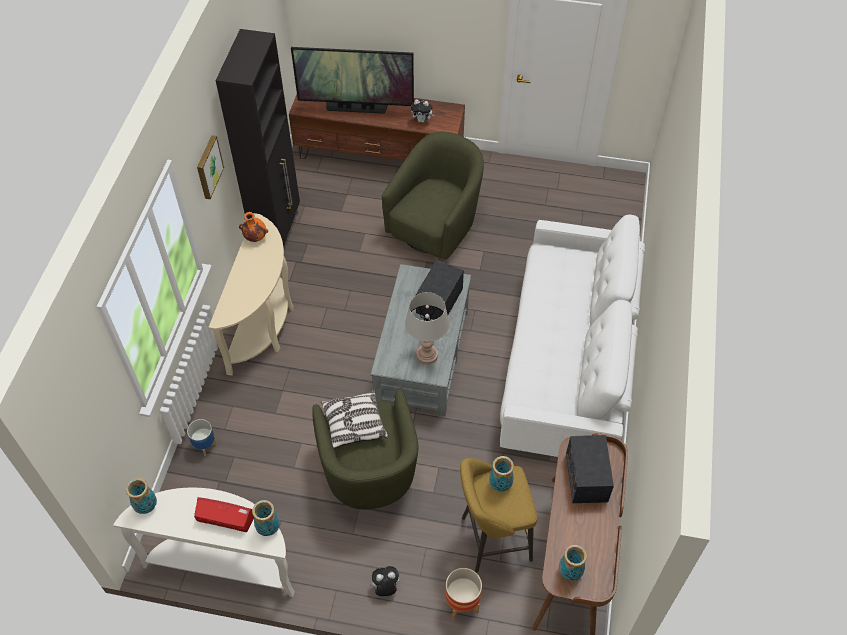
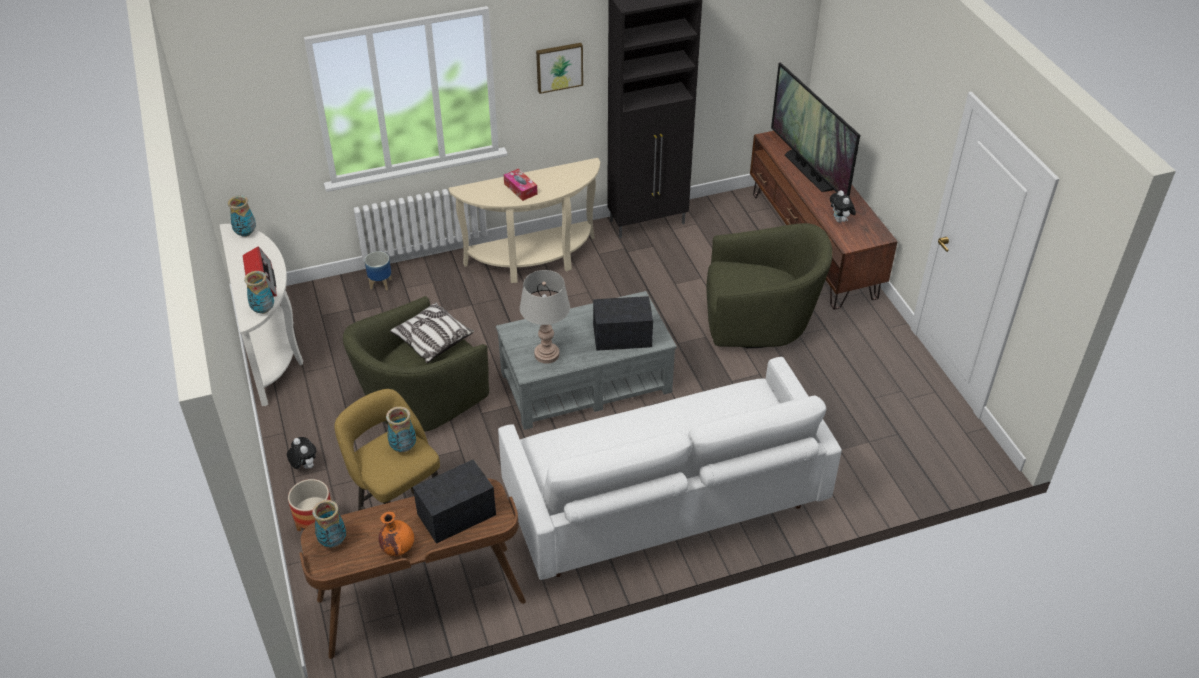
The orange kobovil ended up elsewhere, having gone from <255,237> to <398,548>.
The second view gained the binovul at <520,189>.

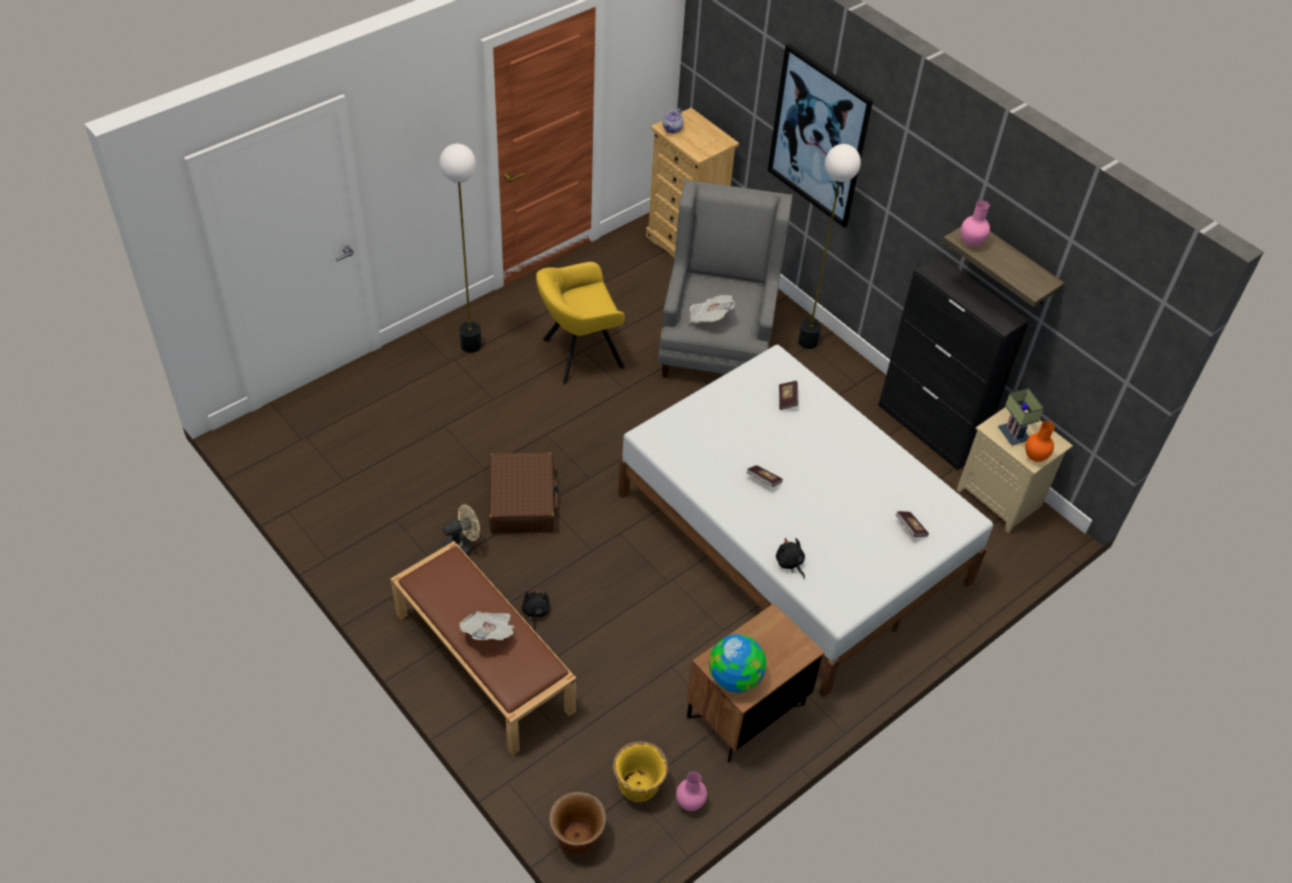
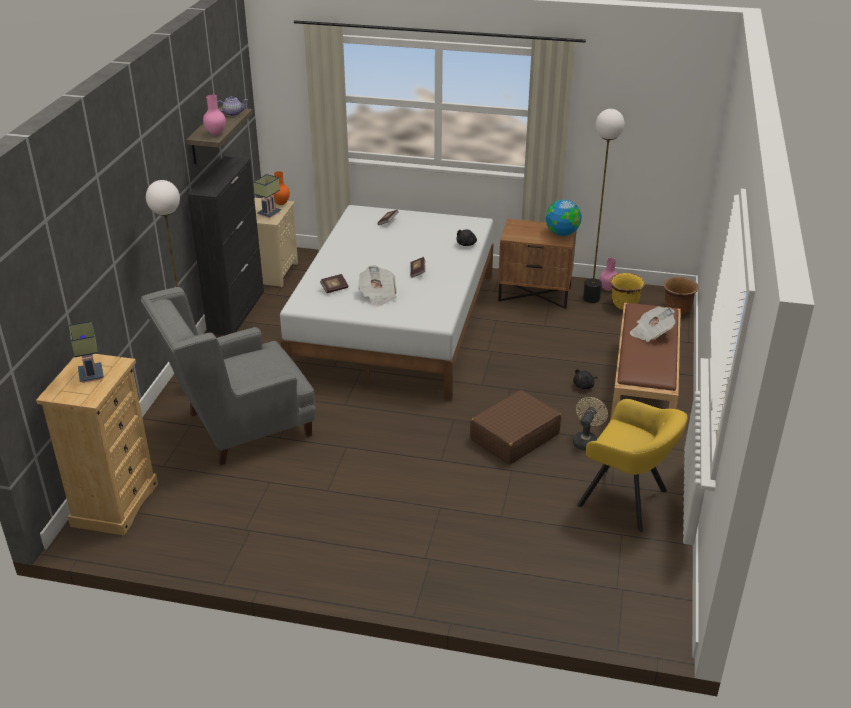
The second view lost the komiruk at <818,136>.
The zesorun ended up elsewhere, having gone from <672,129> to <233,114>.
The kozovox ended up elsewhere, having gone from <471,345> to <591,298>.
The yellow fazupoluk ended up elsewhere, having gone from <579,354> to <626,500>.
The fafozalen ended up elsewhere, having gone from <709,317> to <378,295>.
The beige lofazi at <462,547> ended up facing another way, 90 degrees clockwise from before.
The second view gained the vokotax at <92,375>.

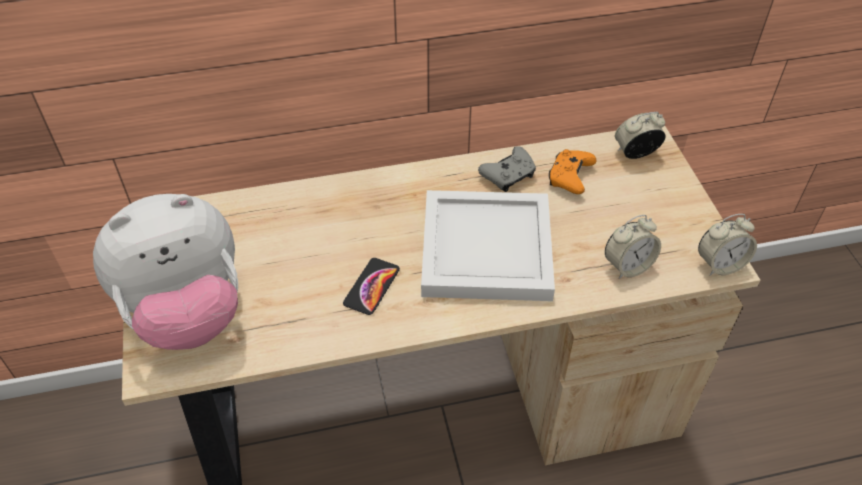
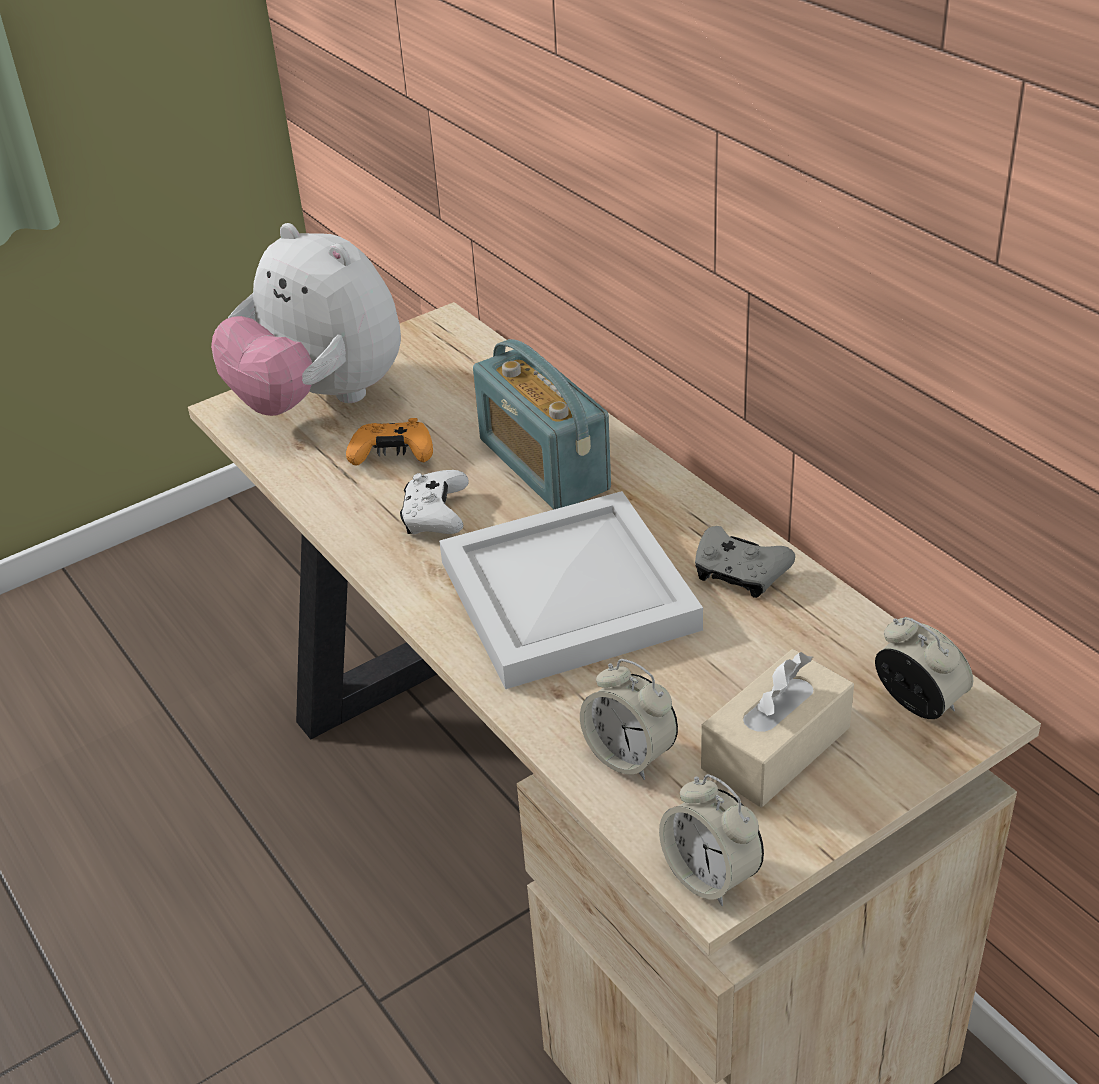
The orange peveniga ended up elsewhere, having gone from <569,178> to <393,455>.
Where the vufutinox stood at <372,286>, the white peveniga came to stand at <435,516>.
The second view gained the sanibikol at <543,464>.
The second view gained the beige binovul at <776,748>.

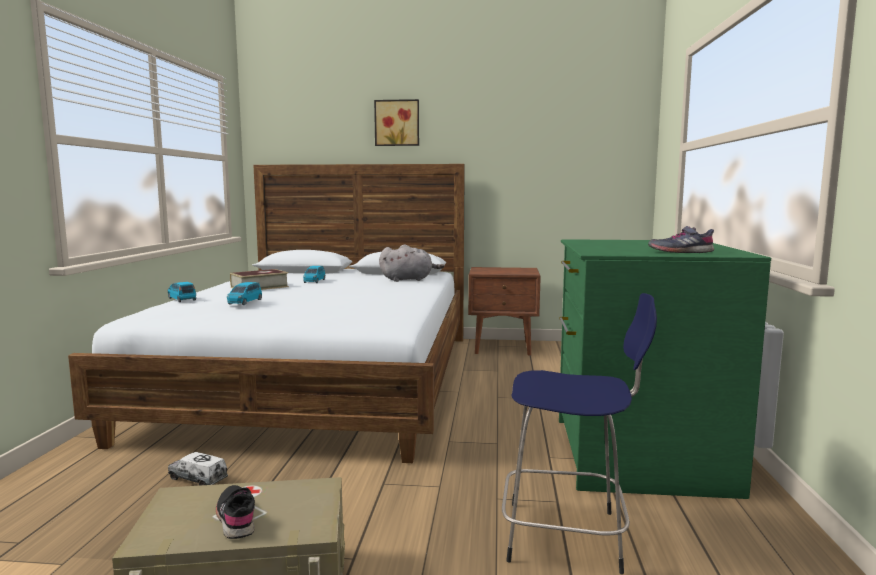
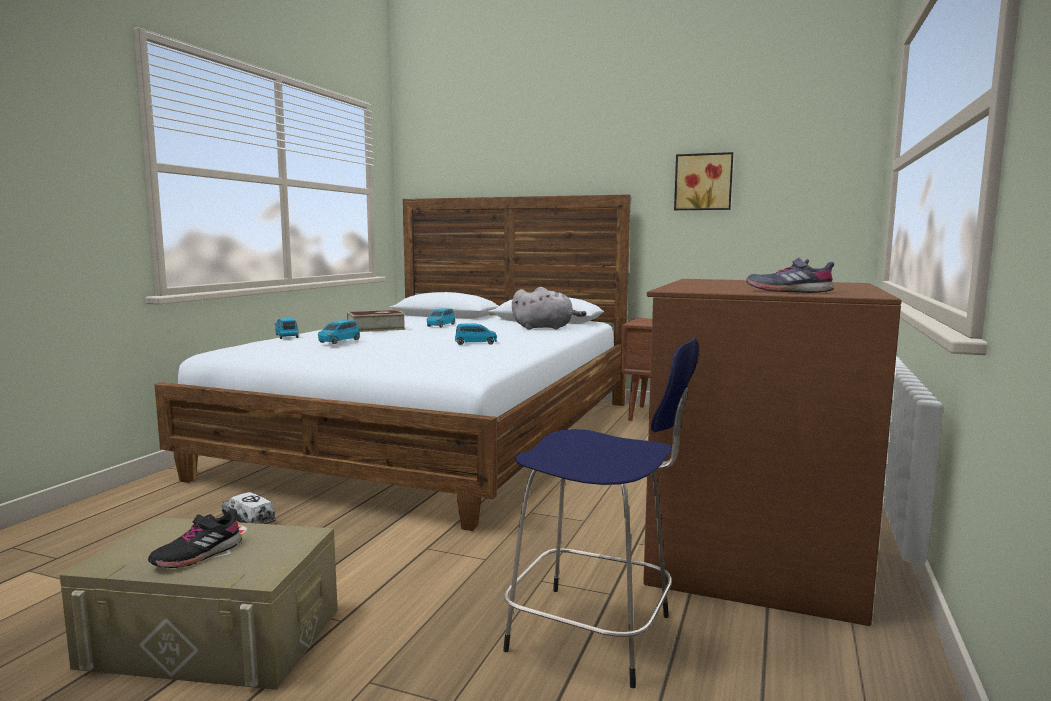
The komiruk ended up elsewhere, having gone from <397,123> to <703,182>.
What was the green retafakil at <636,454> turned into the brown retafakil at <751,553>.
The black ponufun at <236,518> ended up facing another way, 135 degrees counterclockwise from before.
The second view gained the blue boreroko at <476,343>.

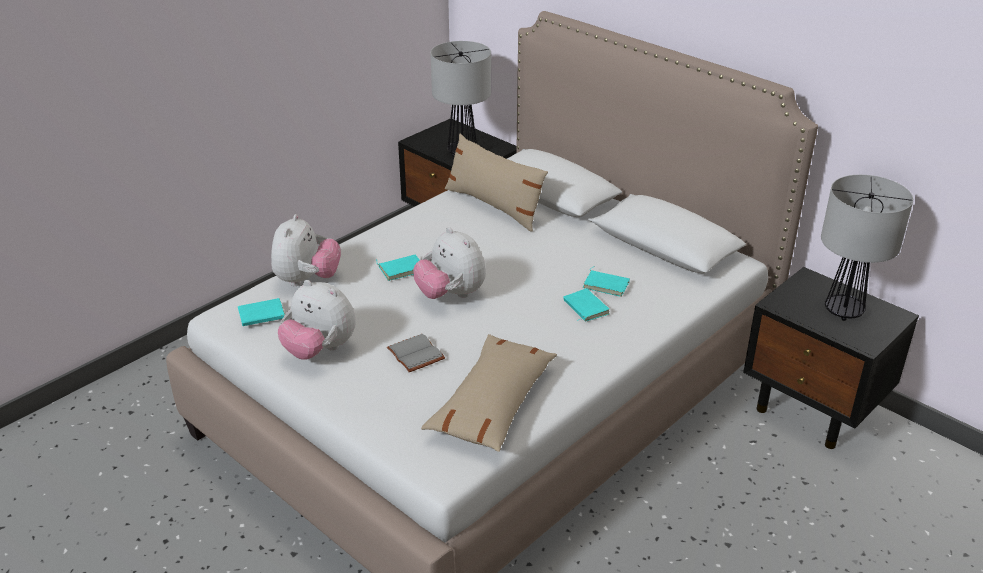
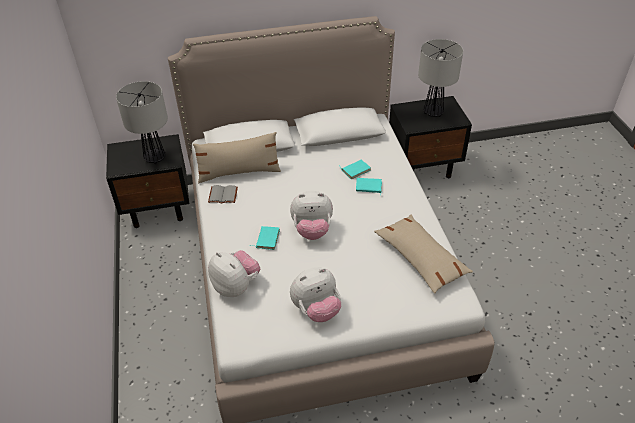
The second view lost the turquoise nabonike at <262,316>.
The grey nabonike ended up elsewhere, having gone from <417,354> to <223,194>.

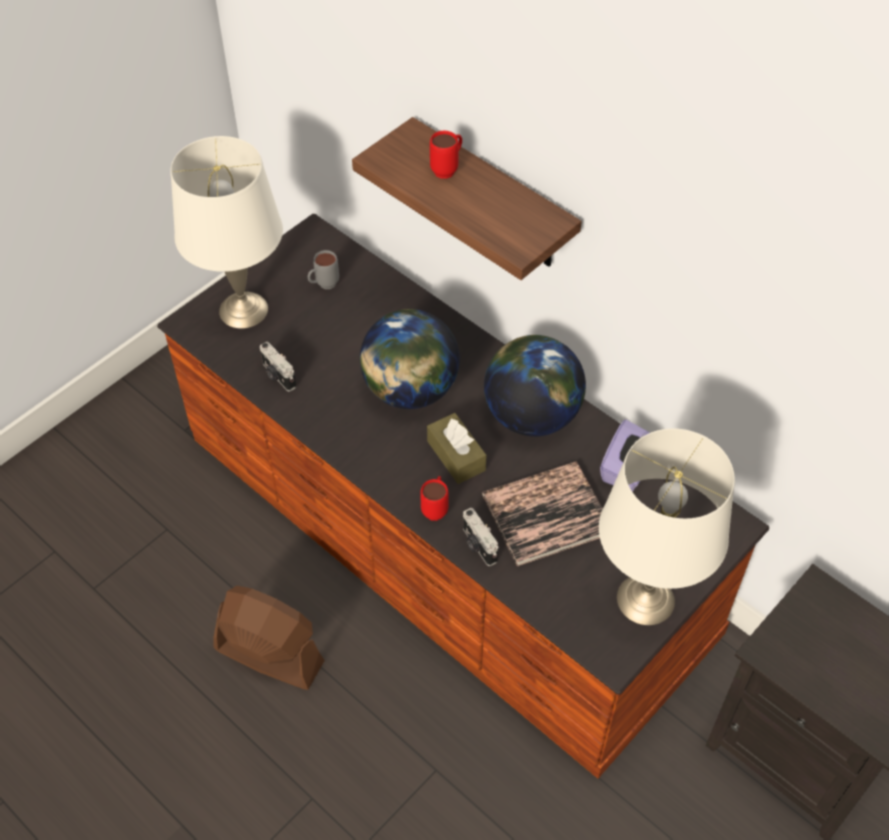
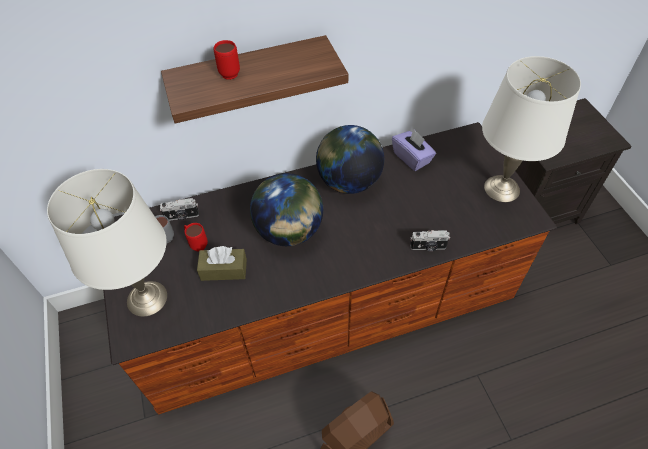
The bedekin ended up elsewhere, having gone from <278,376> to <182,216>.
The brown binovul ended up elsewhere, having gone from <456,455> to <224,270>.
The second view lost the nabonike at <547,514>.
The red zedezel ended up elsewhere, having gone from <436,508> to <197,244>.

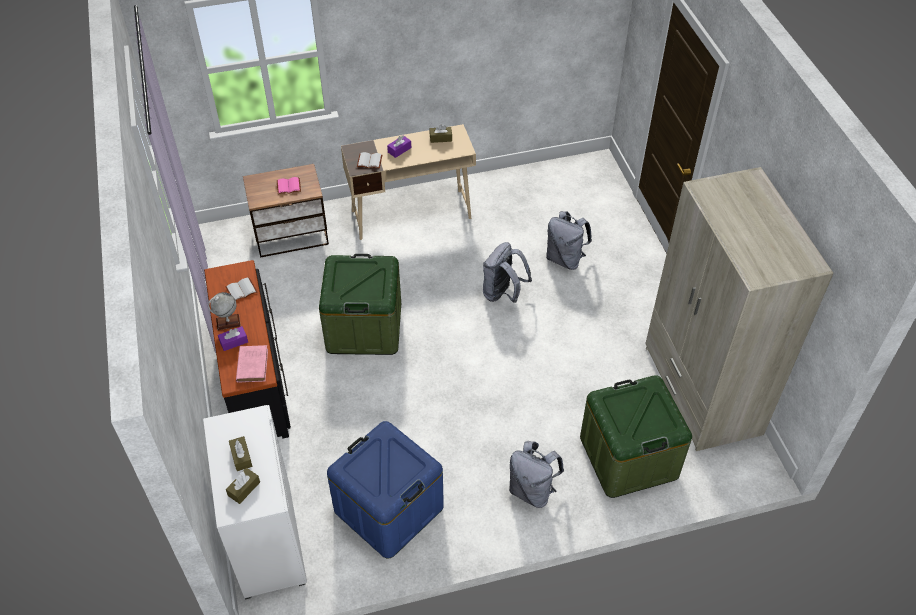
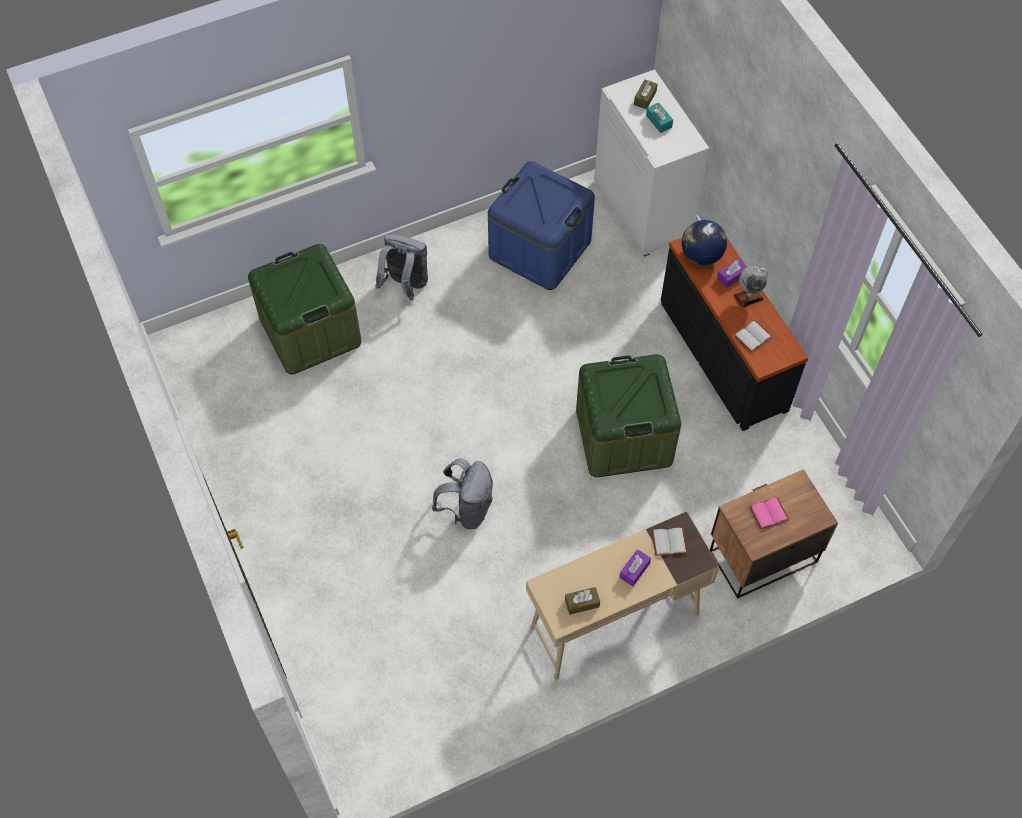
The second view lost the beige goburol at <701,391>.
The second view lost the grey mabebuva at <565,259>.
Where the pink nabonike stood at <252,364>, the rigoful came to stand at <701,256>.
What was the brown binovul at <241,457> turned into the turquoise binovul at <659,121>.

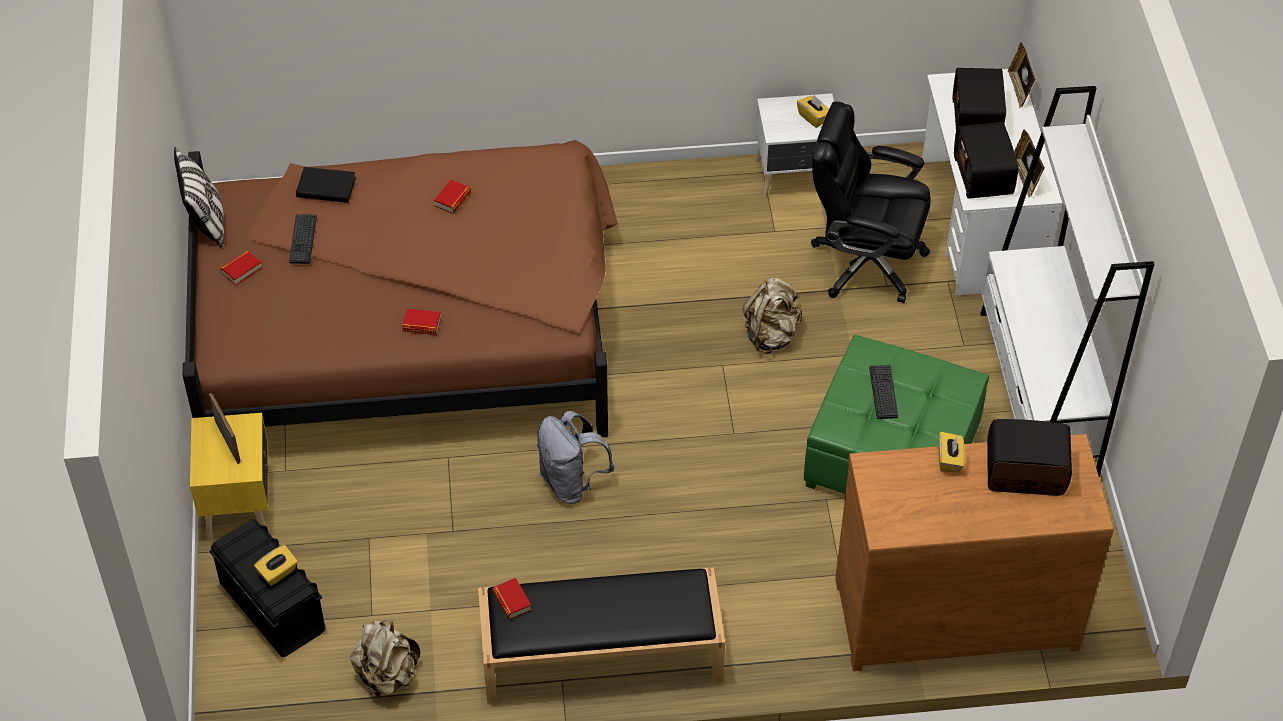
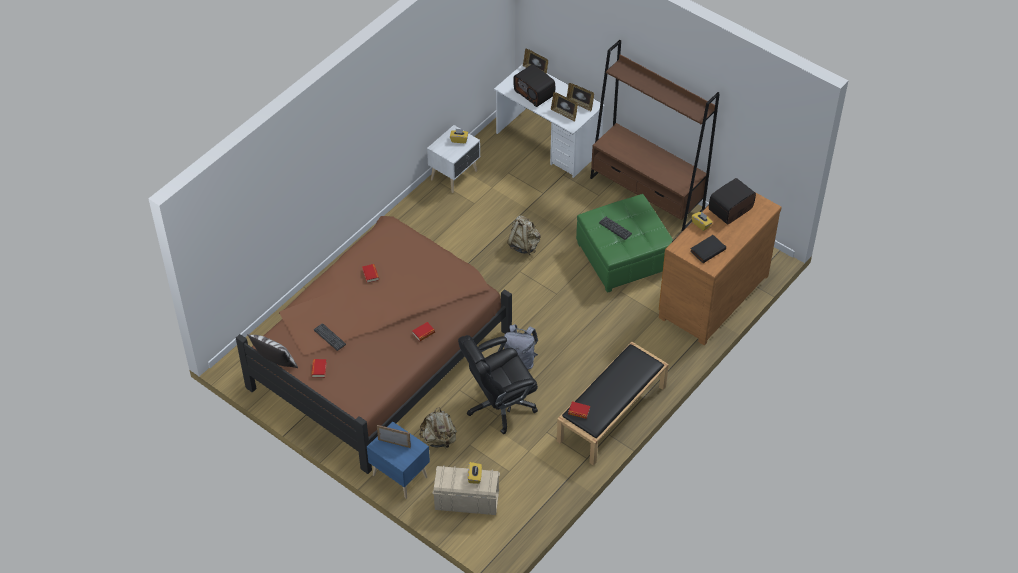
What was the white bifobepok at <1037,395> turned into the brown bifobepok at <647,194>.
The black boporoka ended up elsewhere, having gone from <864,262> to <499,405>.
Where the sanibikol stood at <984,175>, the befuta came to stand at <564,114>.
The black nabonike ended up elsewhere, having gone from <327,186> to <707,250>.
What was the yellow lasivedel at <239,504> turned into the blue lasivedel at <400,475>.
What was the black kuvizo at <272,607> turned into the beige kuvizo at <466,501>.
The beige mabebuva ended up elsewhere, having gone from <387,676> to <439,439>.

